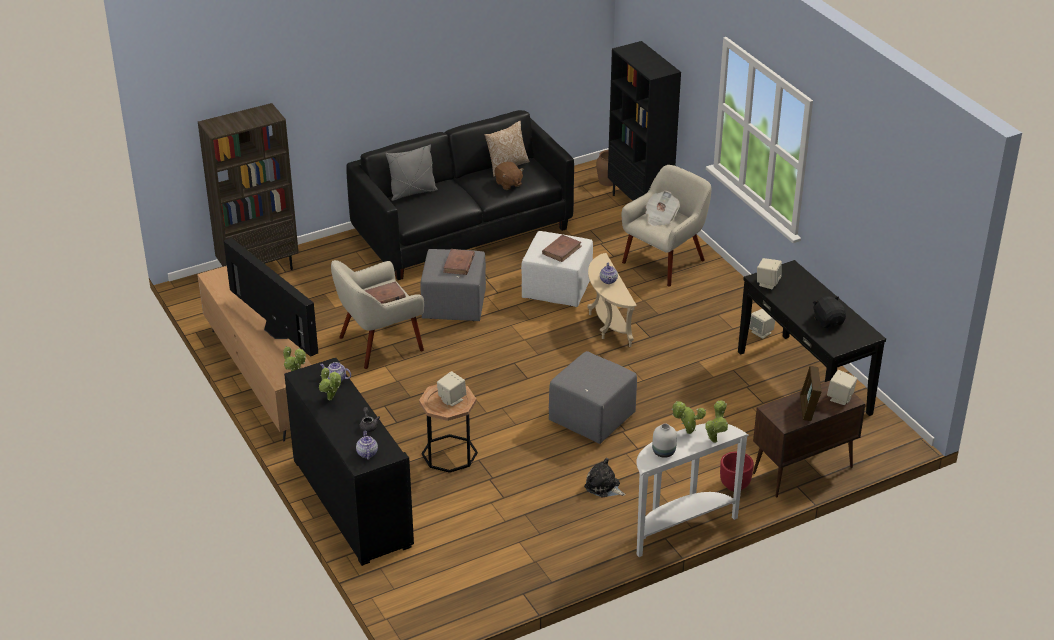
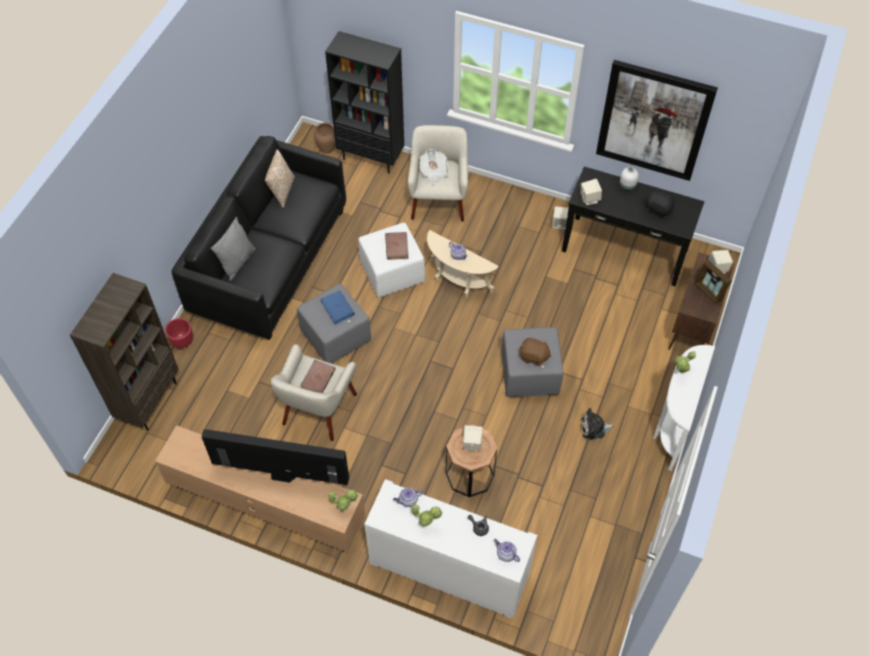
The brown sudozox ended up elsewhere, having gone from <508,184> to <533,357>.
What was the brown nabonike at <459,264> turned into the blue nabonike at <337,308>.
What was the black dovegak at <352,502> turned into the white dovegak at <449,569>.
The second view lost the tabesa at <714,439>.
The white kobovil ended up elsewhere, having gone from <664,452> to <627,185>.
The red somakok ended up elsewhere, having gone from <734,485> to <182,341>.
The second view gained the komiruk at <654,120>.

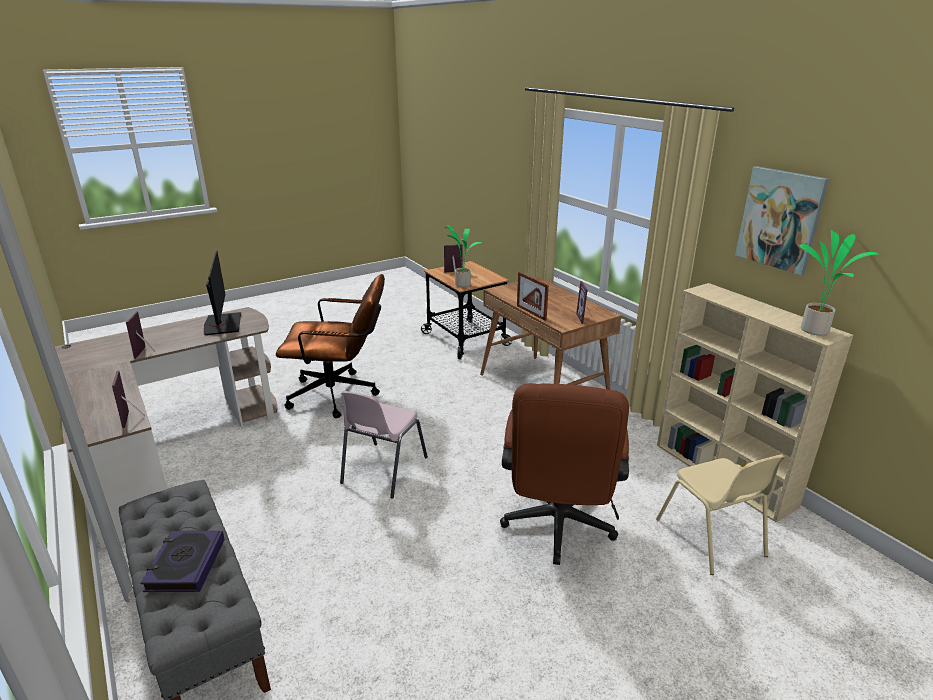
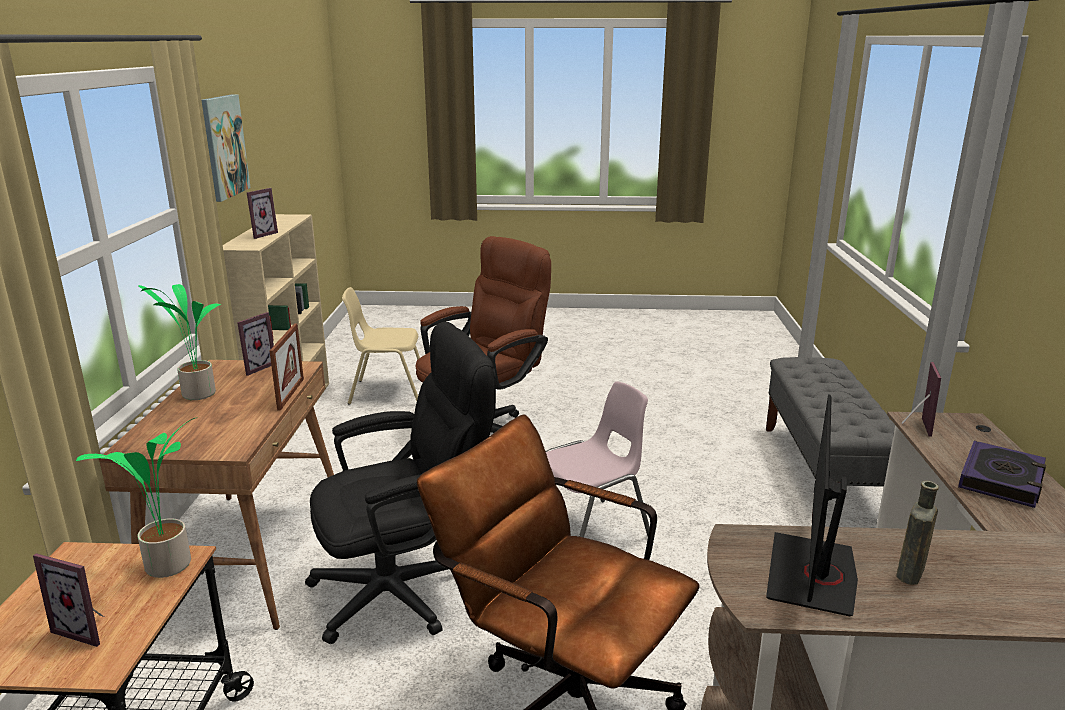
The tabesa ended up elsewhere, having gone from <815,330> to <197,394>.
The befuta ended up elsewhere, having gone from <147,352> to <260,234>.
The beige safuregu at <711,538> ended up facing another way, 105 degrees counterclockwise from before.
The nabonike ended up elsewhere, having gone from <185,565> to <1001,480>.
The second view gained the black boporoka at <406,589>.
The second view gained the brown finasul at <909,575>.

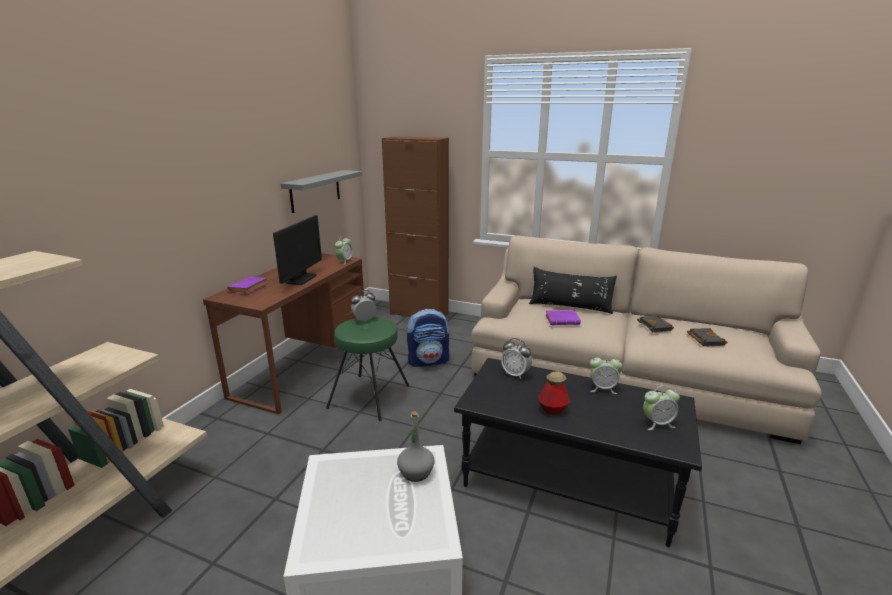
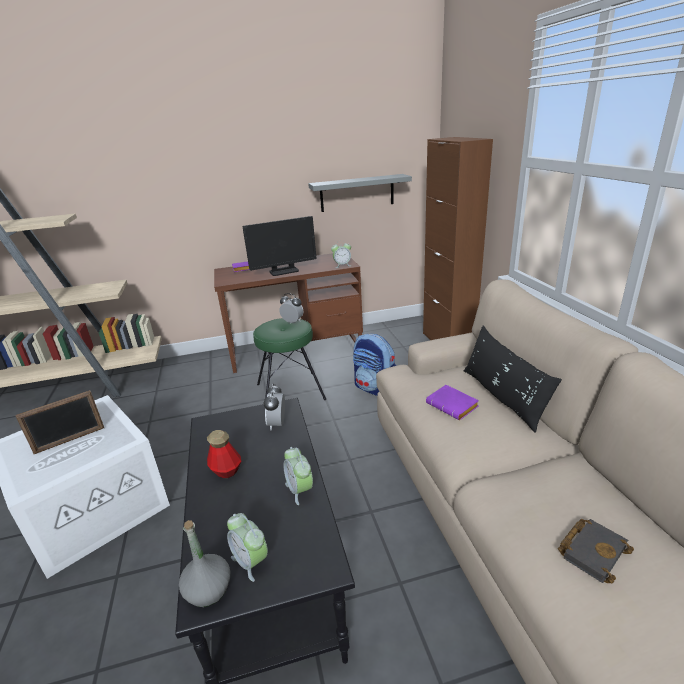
The second view lost the black nabonike at <656,326>.
The grey finasul ended up elsewhere, having gone from <416,472> to <208,590>.
The second view gained the befuta at <70,440>.

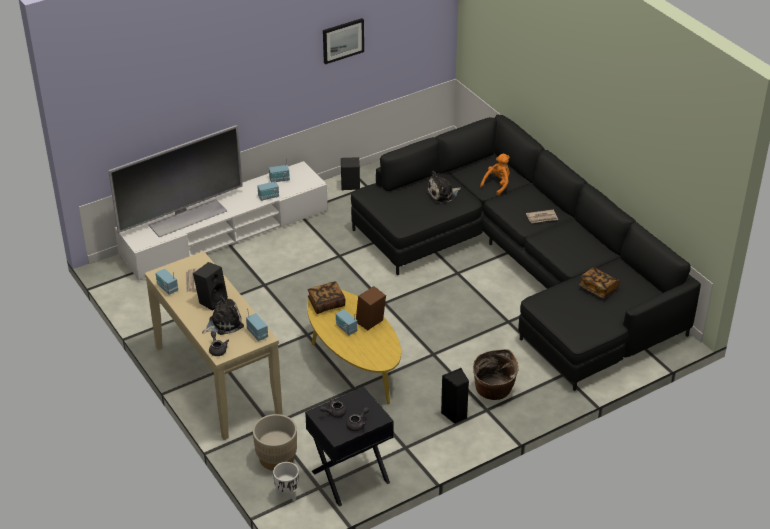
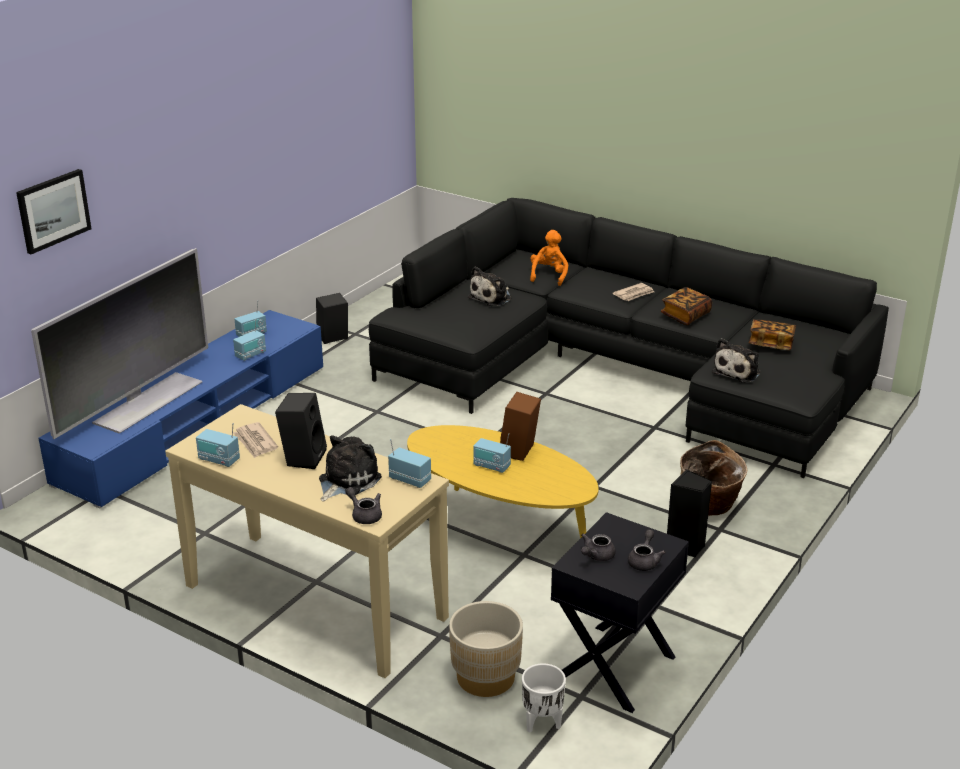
The komiruk ended up elsewhere, having gone from <343,40> to <53,210>.
What was the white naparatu at <225,233> turned into the blue naparatu at <196,423>.
The nabonike ended up elsewhere, having gone from <326,304> to <685,315>.
The second view gained the sudozox at <738,371>.

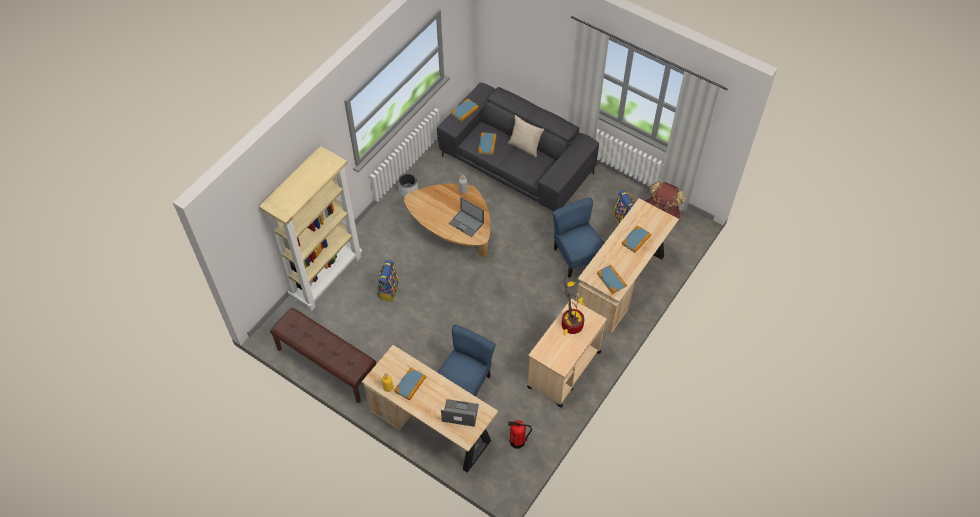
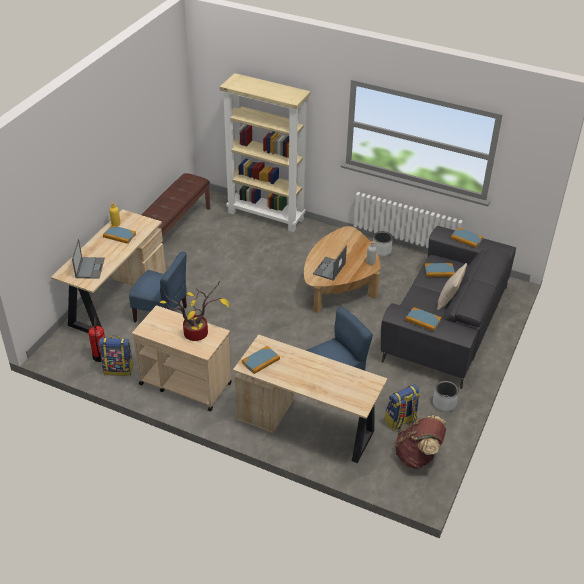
The nabonike ended up elsewhere, having gone from <636,240> to <423,320>.
The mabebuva ended up elsewhere, having gone from <388,290> to <119,369>.
The second view gained the grey somakok at <444,403>.

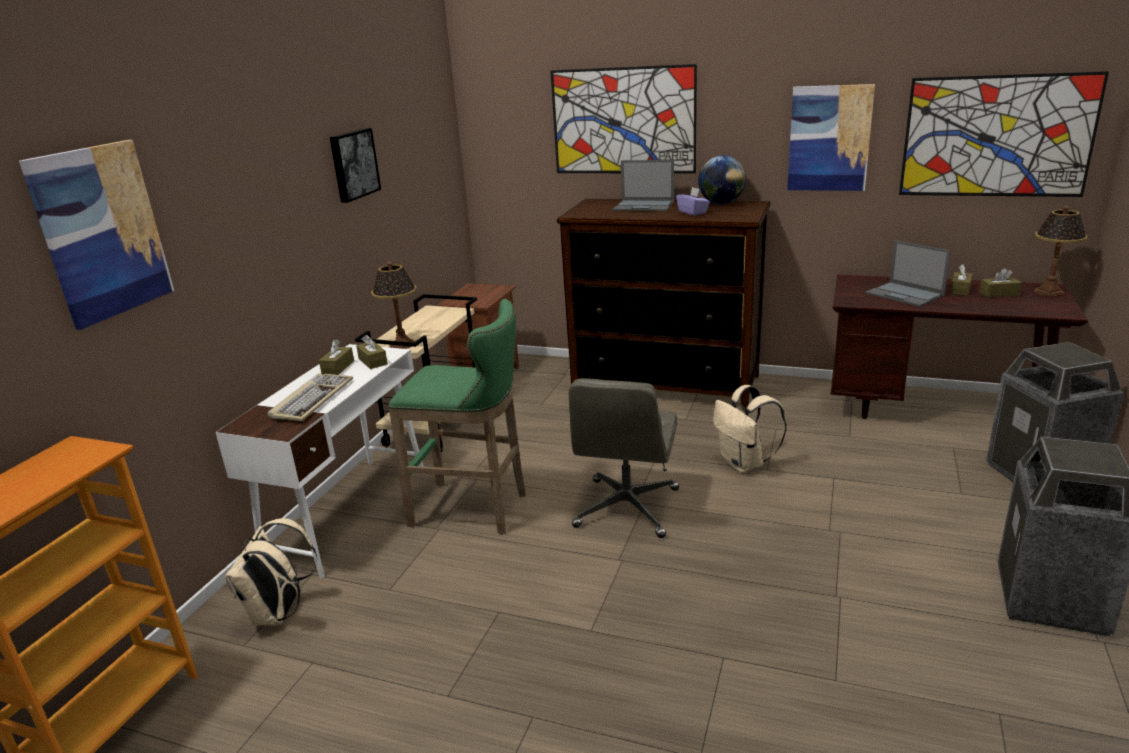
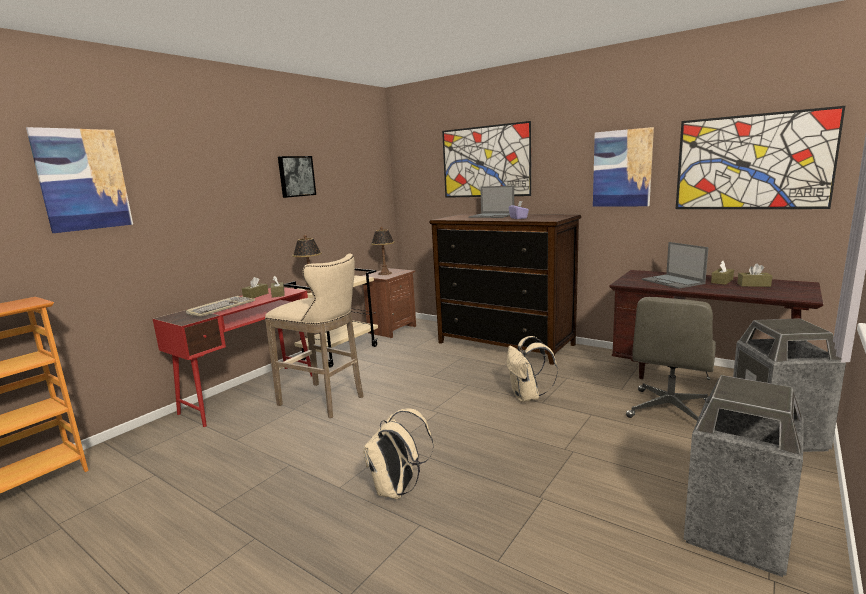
The second view lost the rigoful at <721,203>.
The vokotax ended up elsewhere, having gone from <1049,292> to <385,273>.
What was the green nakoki at <474,509> turned into the beige nakoki at <325,401>.
What was the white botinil at <349,513> turned into the red botinil at <251,393>.
The grey boporoka ended up elsewhere, having gone from <627,509> to <669,411>.
The beige mabebuva ended up elsewhere, having gone from <279,614> to <397,490>.

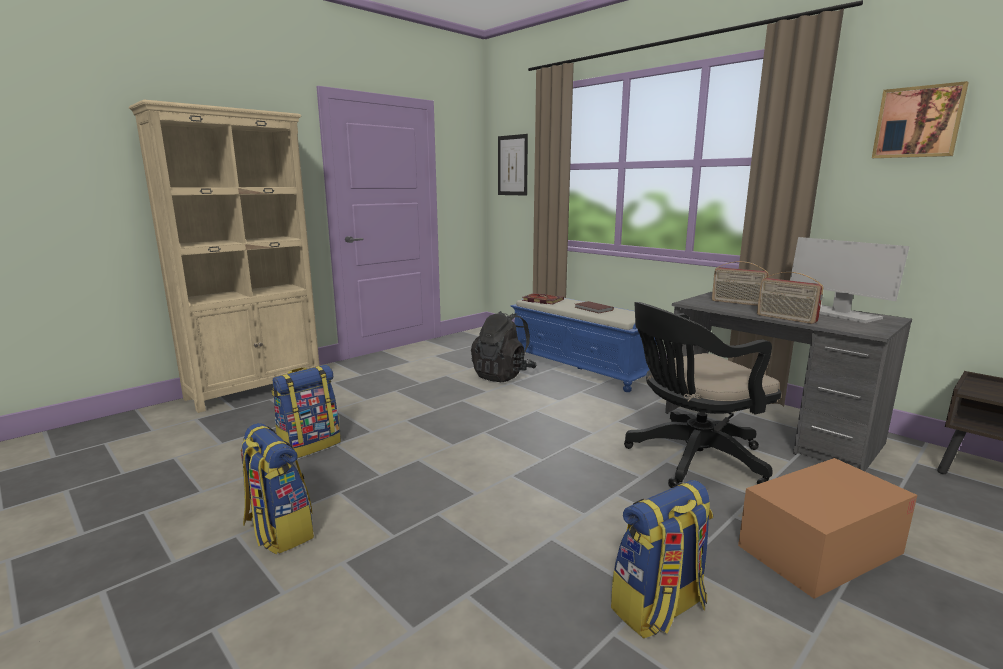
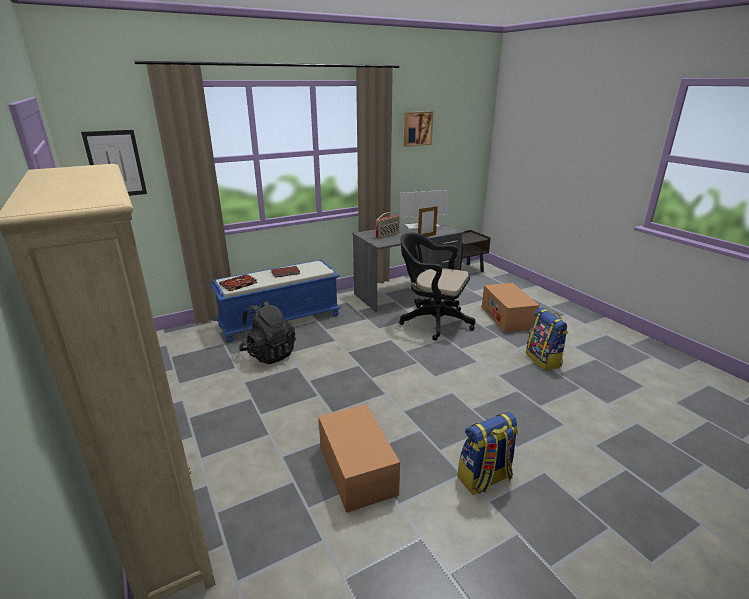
Where the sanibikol stood at <785,319>, the befuta came to stand at <426,236>.
The black boporoka at <690,460> ended up facing another way, 120 degrees clockwise from before.
Where the mabebuva stood at <309,445>, the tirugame came to stand at <357,470>.

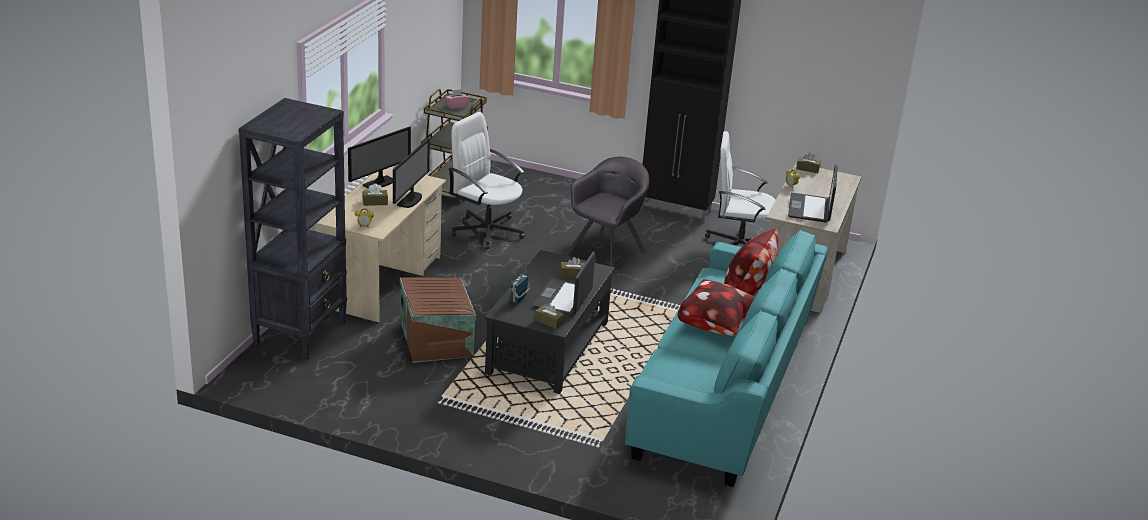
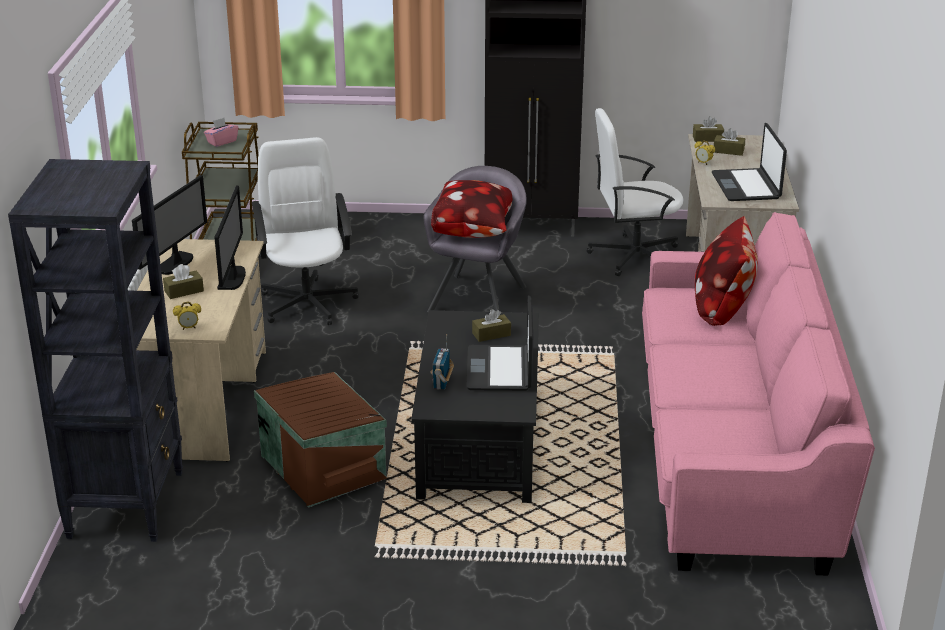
The white boporoka at <487,231> ended up facing another way, 60 degrees clockwise from before.
What was the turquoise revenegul at <722,392> turned into the pink revenegul at <733,448>.
The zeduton ended up elsewhere, having gone from <717,326> to <475,231>.
The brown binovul ended up elsewhere, having gone from <549,321> to <728,151>.

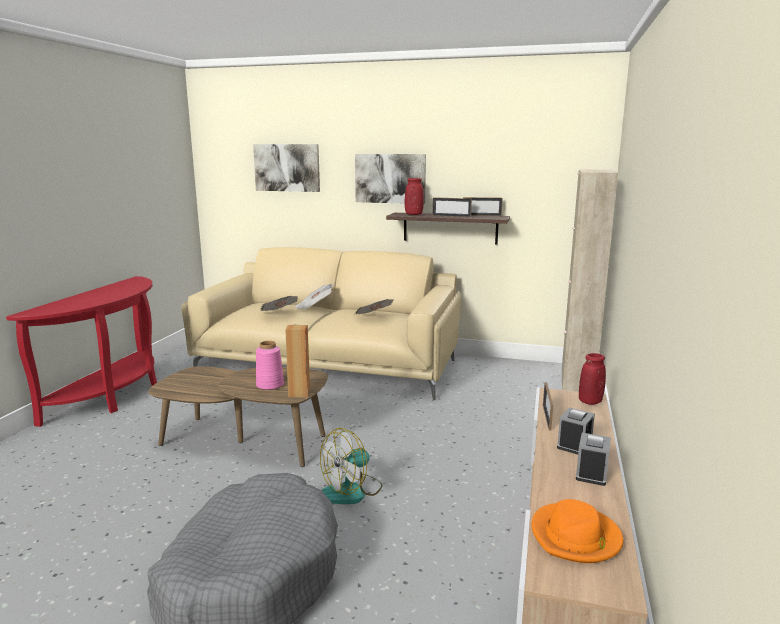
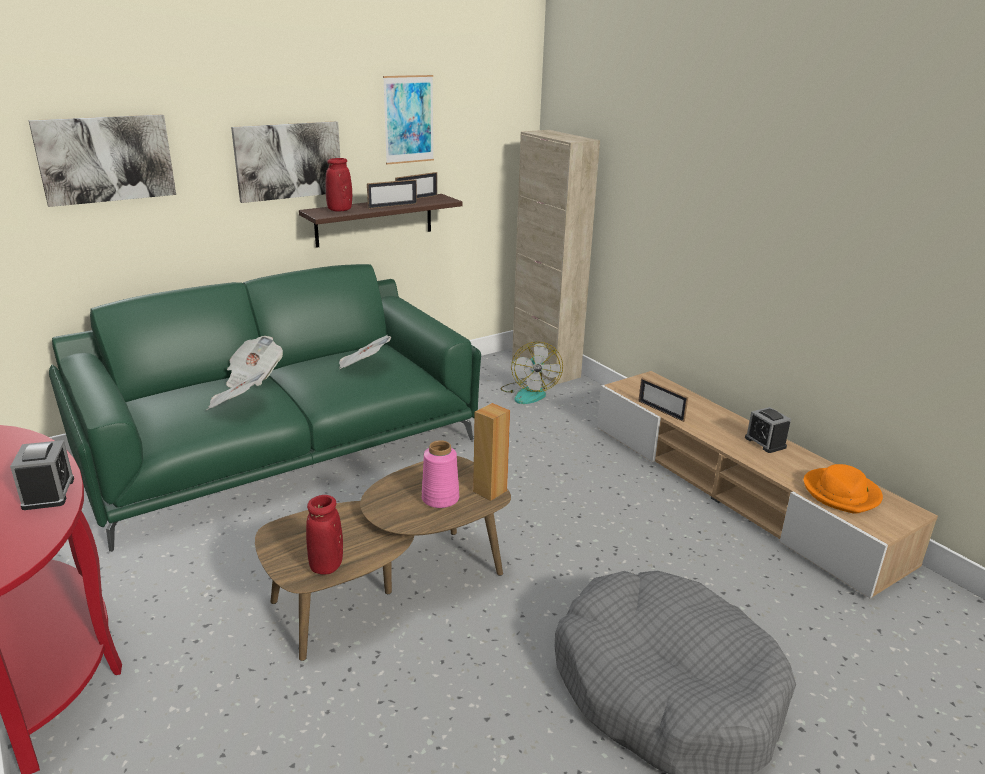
What was the beige revenegul at <329,364> turned into the green revenegul at <284,450>.
The red kobovil ended up elsewhere, having gone from <590,401> to <326,566>.
The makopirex ended up elsewhere, having gone from <574,444> to <48,493>.
The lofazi ended up elsewhere, having gone from <351,491> to <529,393>.
The second view gained the komiruk at <408,119>.

